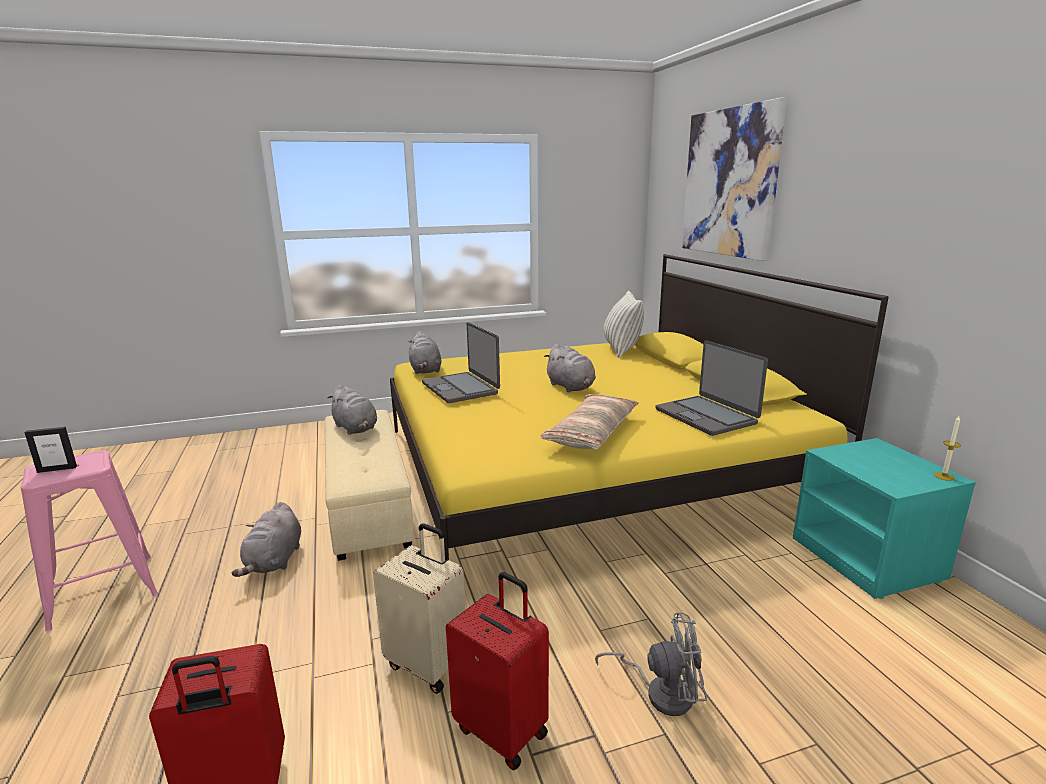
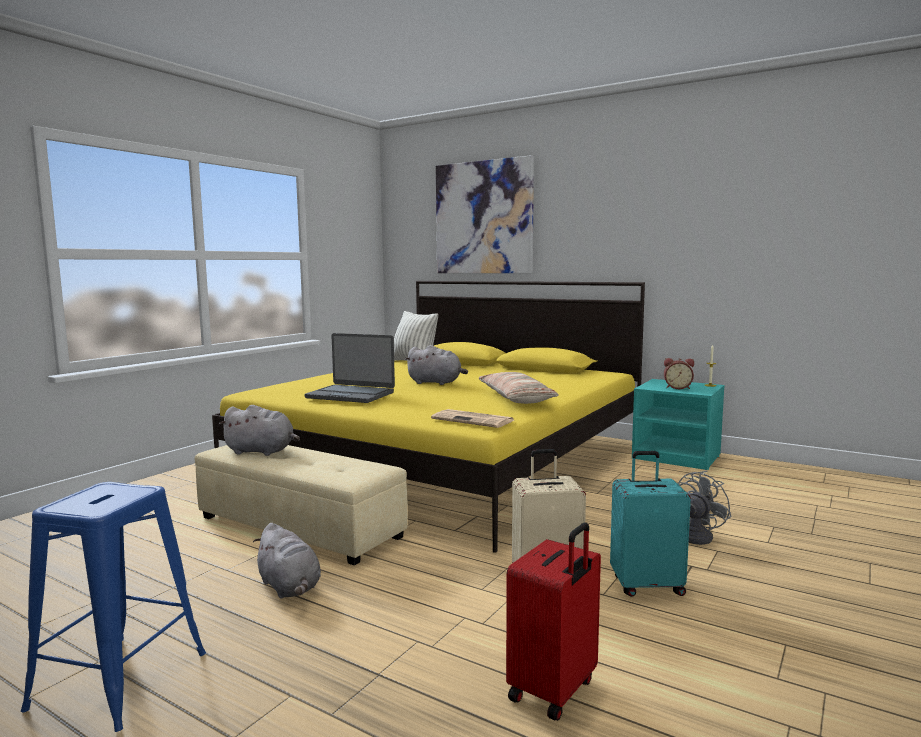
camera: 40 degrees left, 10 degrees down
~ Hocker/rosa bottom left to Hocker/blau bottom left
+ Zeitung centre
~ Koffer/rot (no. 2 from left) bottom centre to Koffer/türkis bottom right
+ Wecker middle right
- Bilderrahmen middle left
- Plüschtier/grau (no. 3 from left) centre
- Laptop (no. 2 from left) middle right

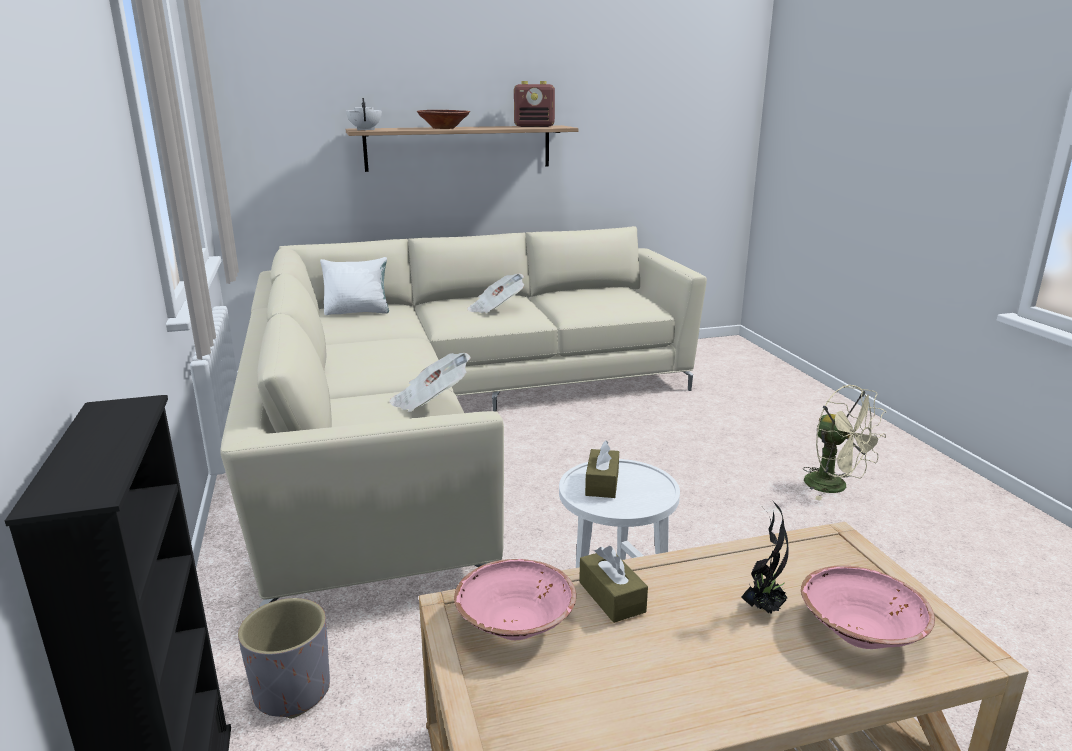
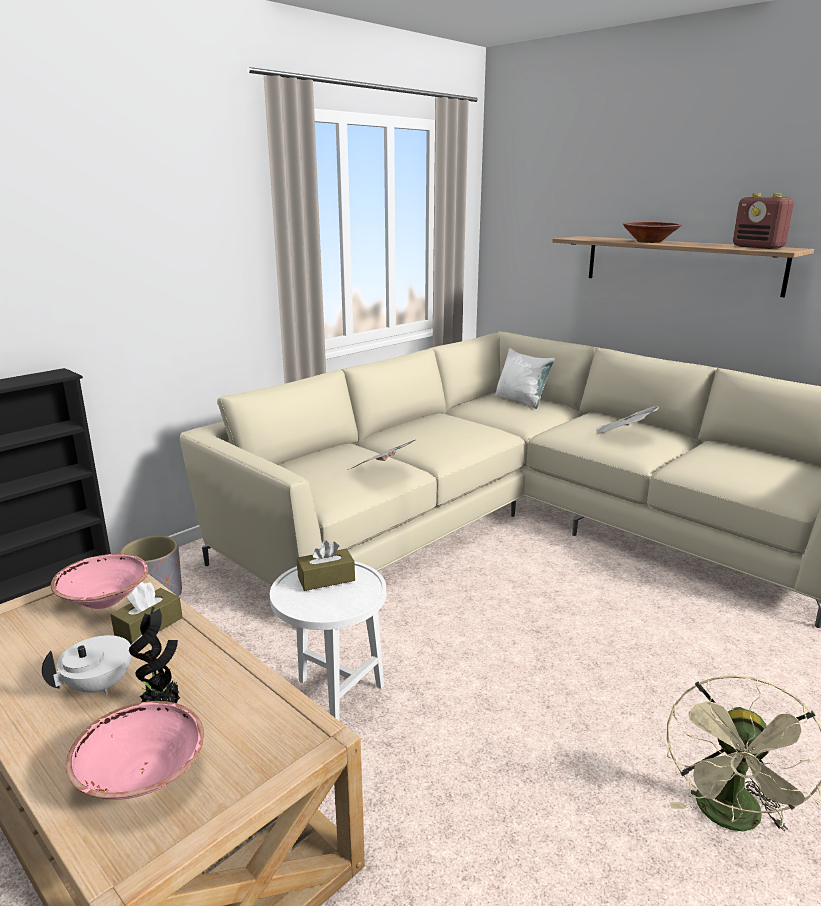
camera: 60 degrees right, 0 degrees up
~ Teekanne/weiß top centre to bottom left

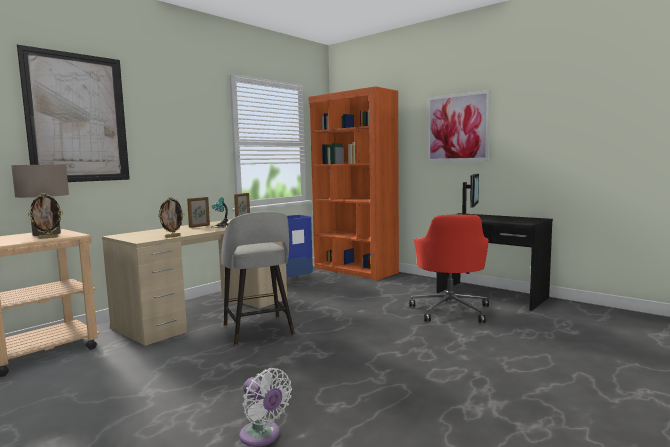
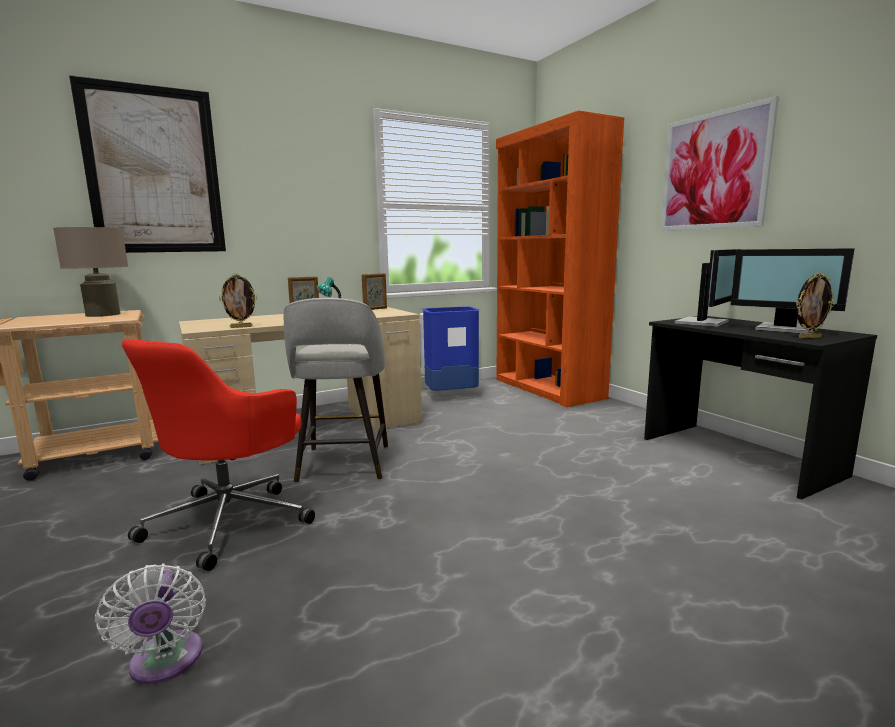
camera: 20 degrees right, 5 degrees up
~ Bürostuhl/rot middle right to middle left
+ Monitor (no. 2 from left) middle right
~ Bilderrahmen (no. 1 from left in the first image) middle left to Bilderrahmen (no. 4 from left) middle right

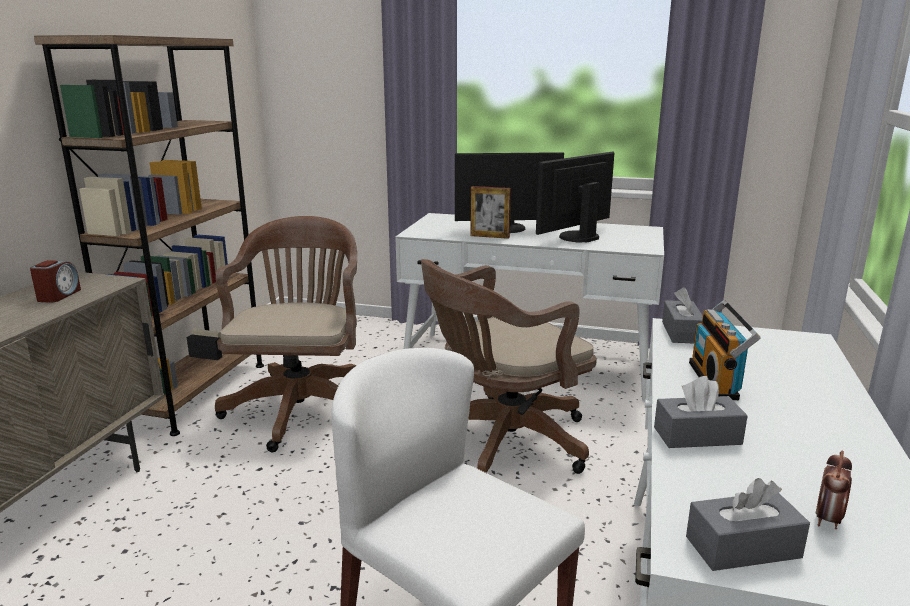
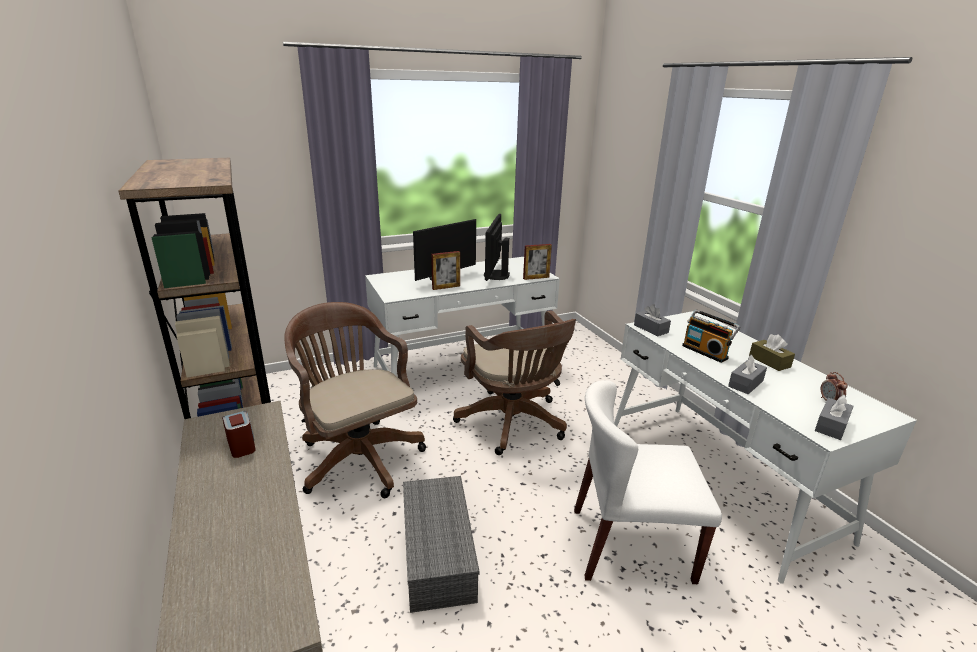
camera: 40 degrees left, 5 degrees up
+ Aufbewahrungsbox/grau bottom centre
~ Bürostuhl/braun (no. 2 from left) centre = centre 45 degrees counterclockwise
+ Bilderrahmen (no. 2 from left) centre
+ Taschentuchbox/braun middle right

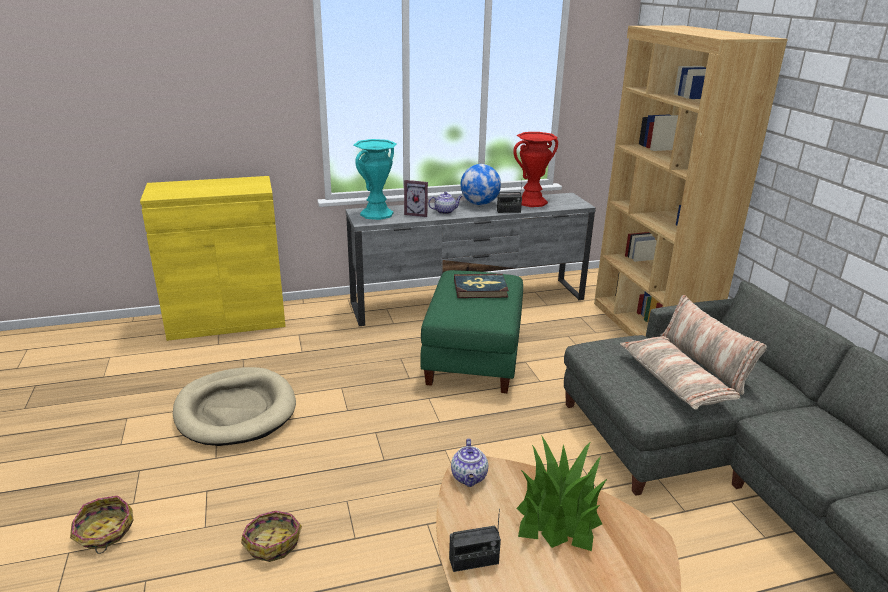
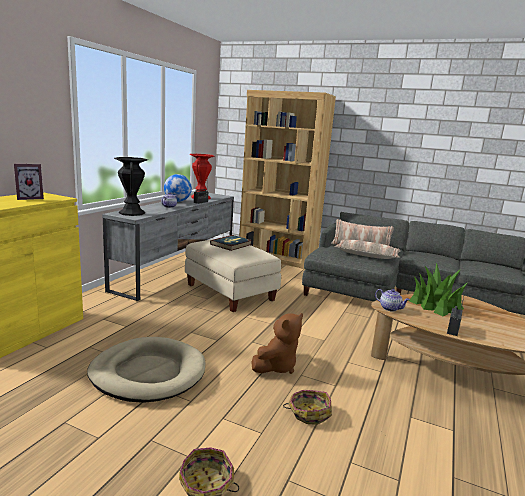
camera: 50 degrees left, 10 degrees down
~ Bilderrahmen centre to middle left
~ Vase/türkis top centre to Vase/schwarz middle left
~ Polsterhocker/grün centre to Polsterhocker/beige centre
+ Plüschtier/braun bottom centre

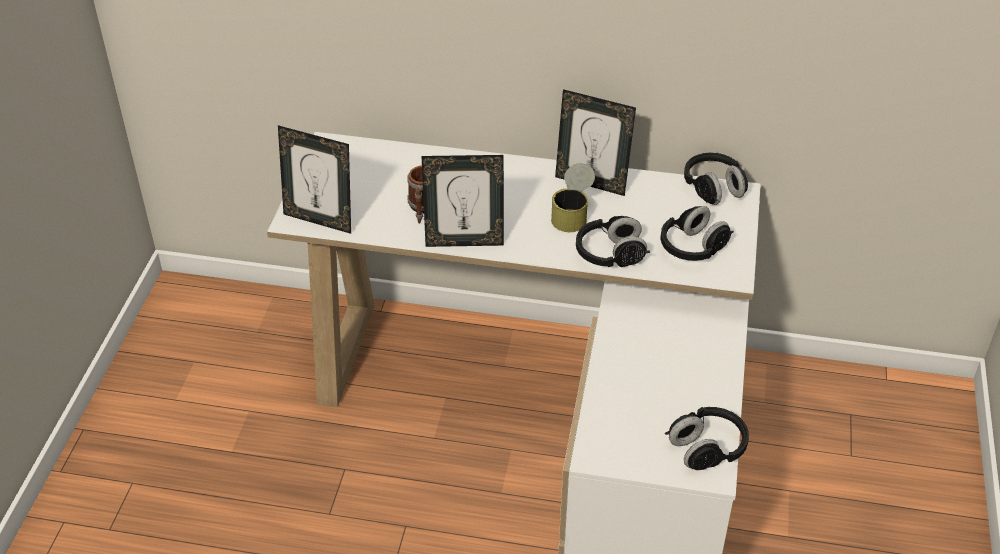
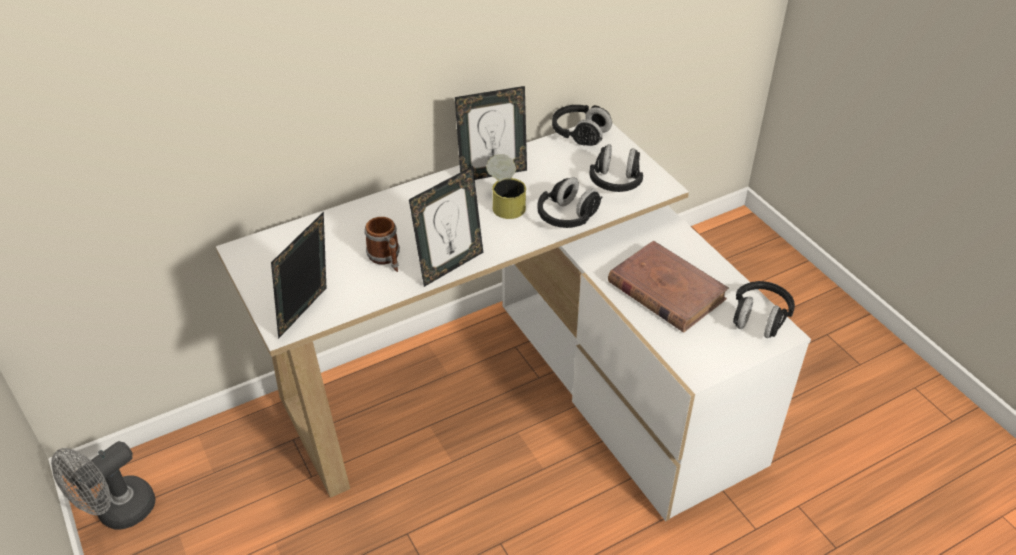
camera: 40 degrees left, 0 degrees up
+ Ventilator/grau bottom left
~ Bilderrahmen (no. 1 from left) top left = middle left 135 degrees clockwise
+ Buch/braun centre

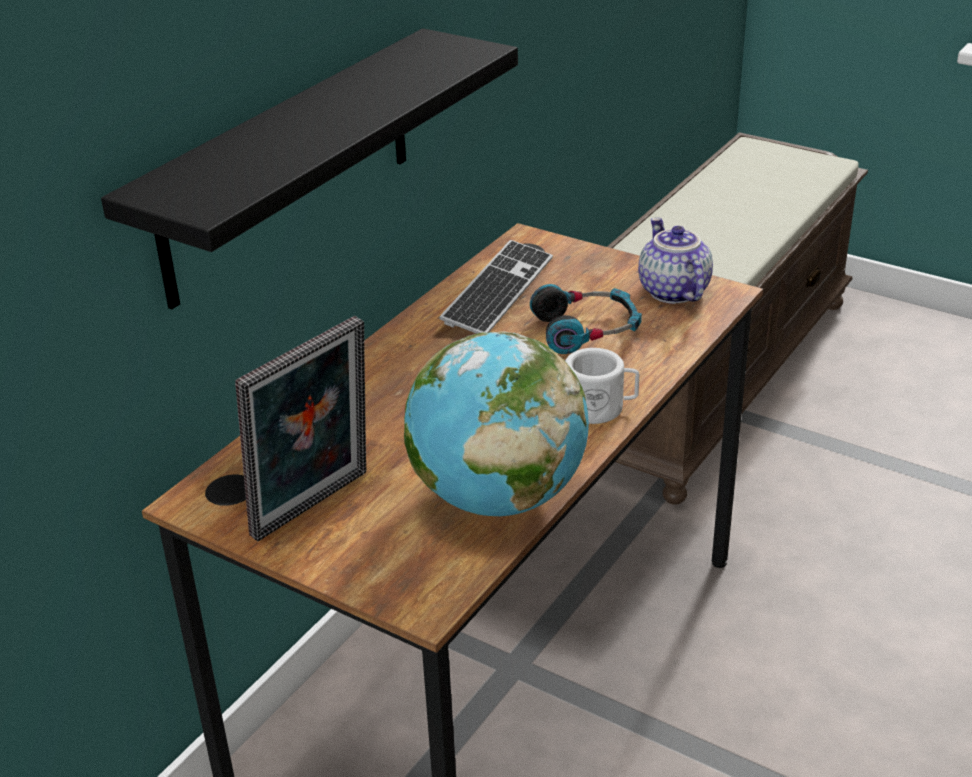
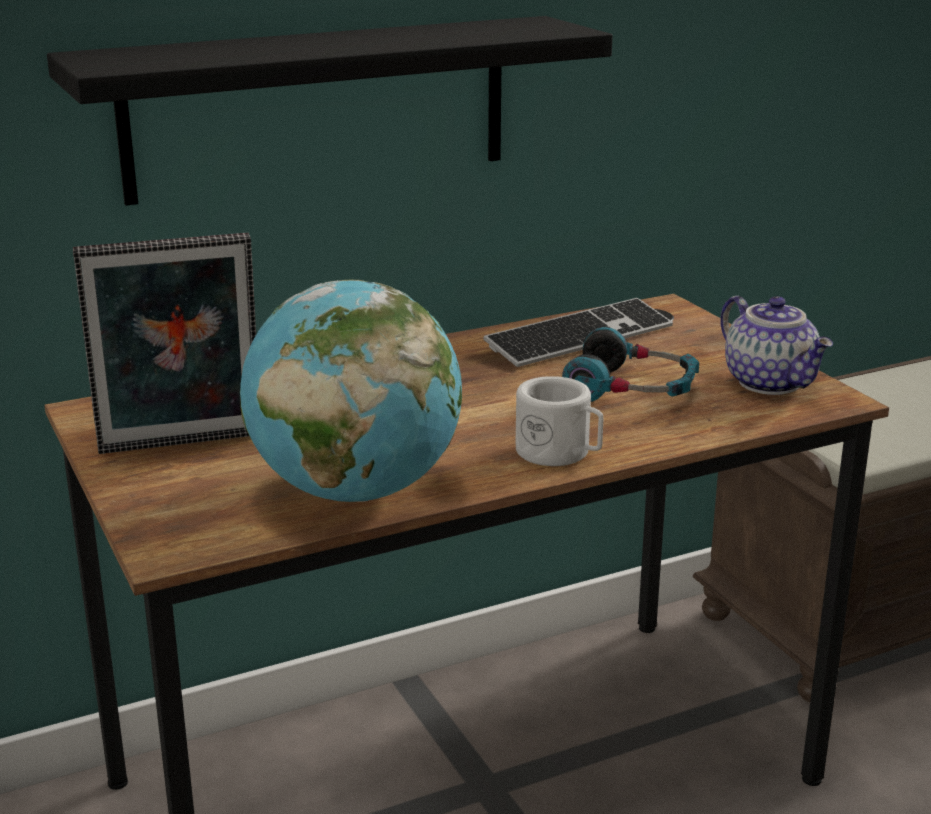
camera: 30 degrees right, 10 degrees down
~ Teekanne middle right = middle right 135 degrees clockwise

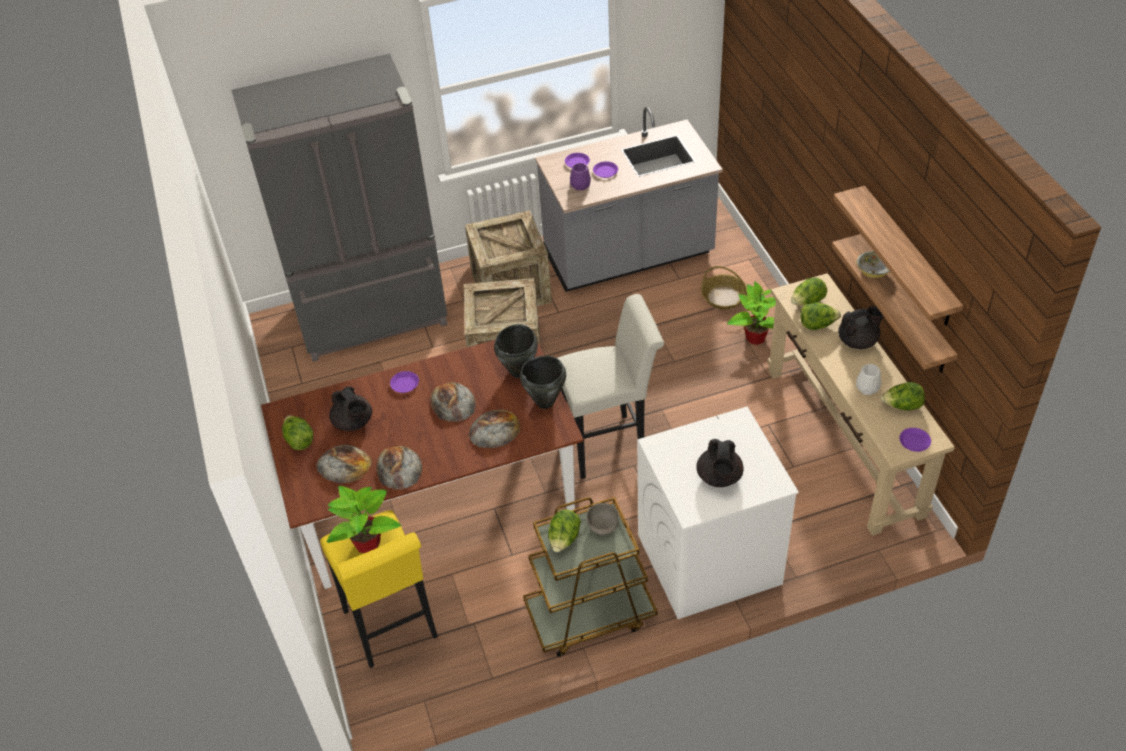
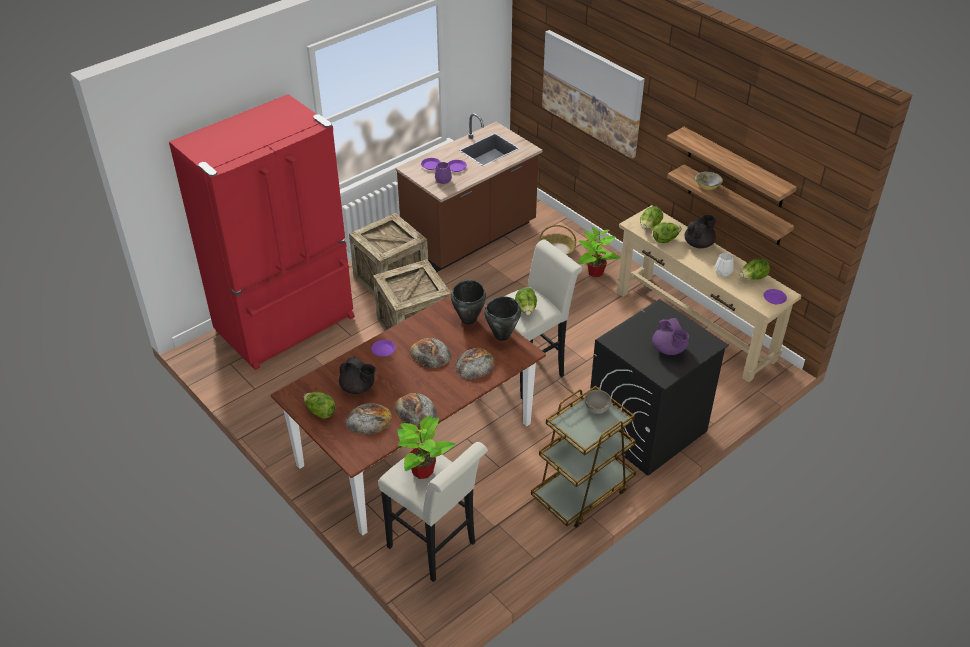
camera: 25 degrees left, 5 degrees down
~ Kühlschrank/grau top left to Kühlschrank/rot middle left
~ Hocker/gelb bottom centre to Hocker/weiß (no. 1 from left) bottom centre
~ Küchenzeile/grau top centre to Küchenzeile/braun top centre
~ Salatkopf (no. 2 from left) bottom centre to centre
+ Bild top centre
~ Waschmaschine/weiß bottom centre to Waschmaschine/schwarz middle right
~ Teekanne/schwarz (no. 2 from left) centre to Teekanne/lila middle right

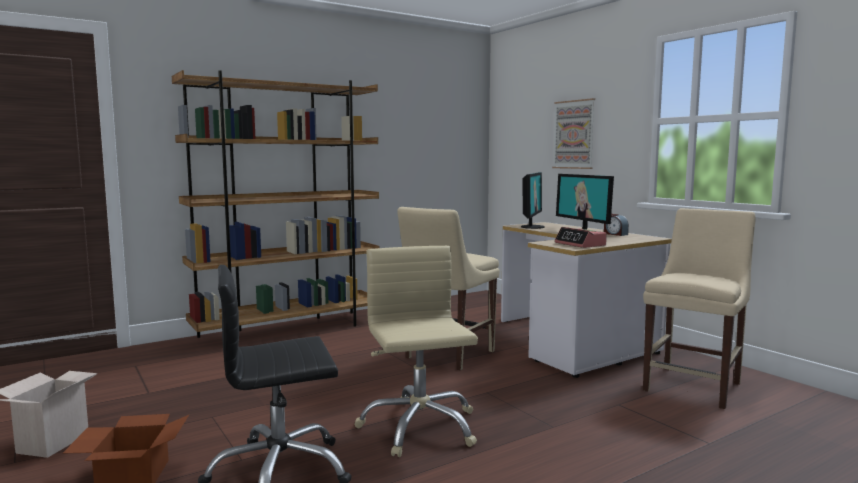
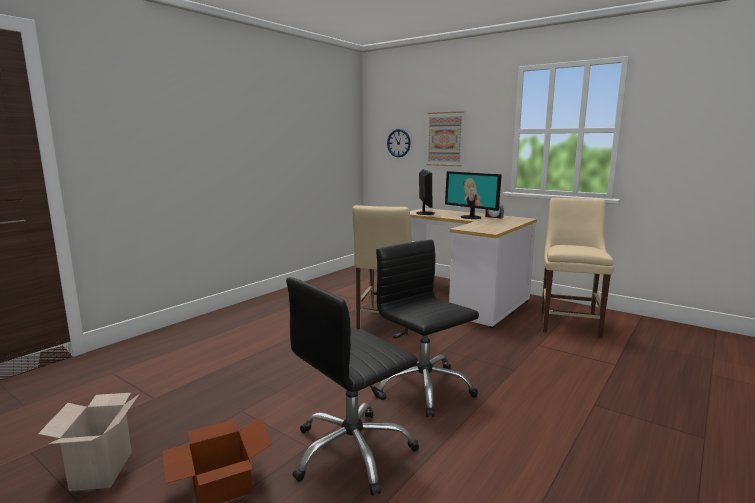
camera: 20 degrees left, 5 degrees up
~ Bürostuhl/beige bottom centre to Bürostuhl/schwarz (no. 2 from left) centre
+ Wanduhr top centre
- Bücherregal/braun middle left
- Wecker (no. 1 from left) middle right

